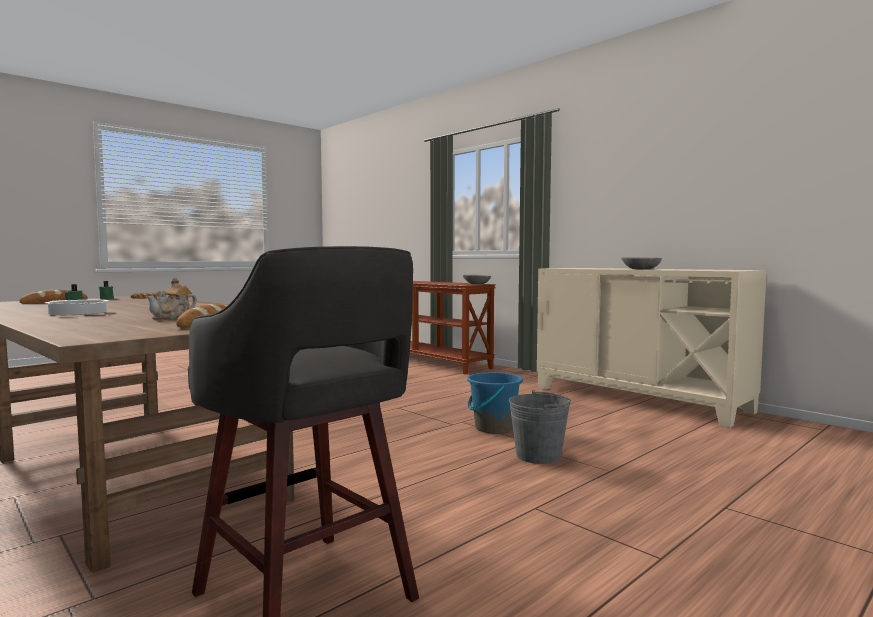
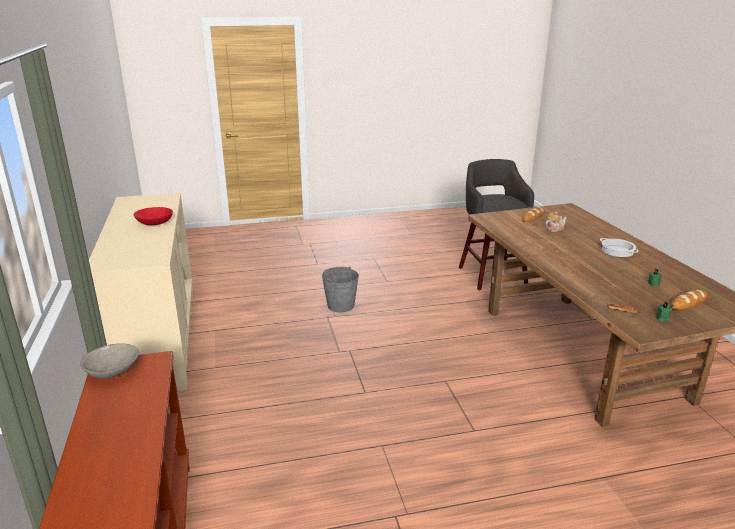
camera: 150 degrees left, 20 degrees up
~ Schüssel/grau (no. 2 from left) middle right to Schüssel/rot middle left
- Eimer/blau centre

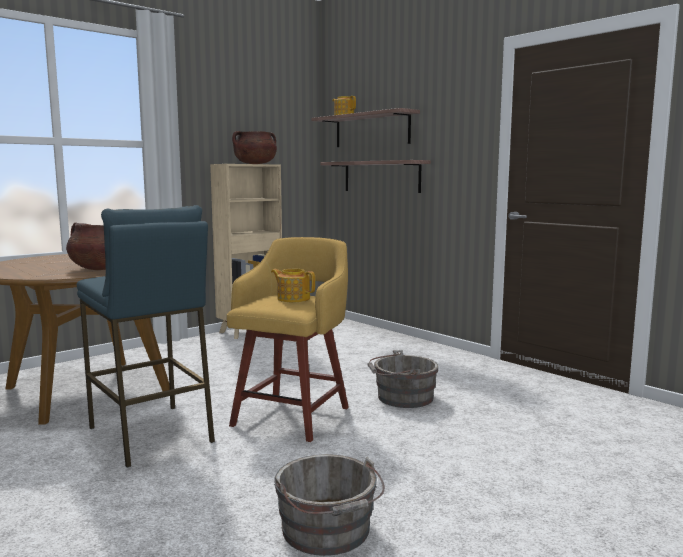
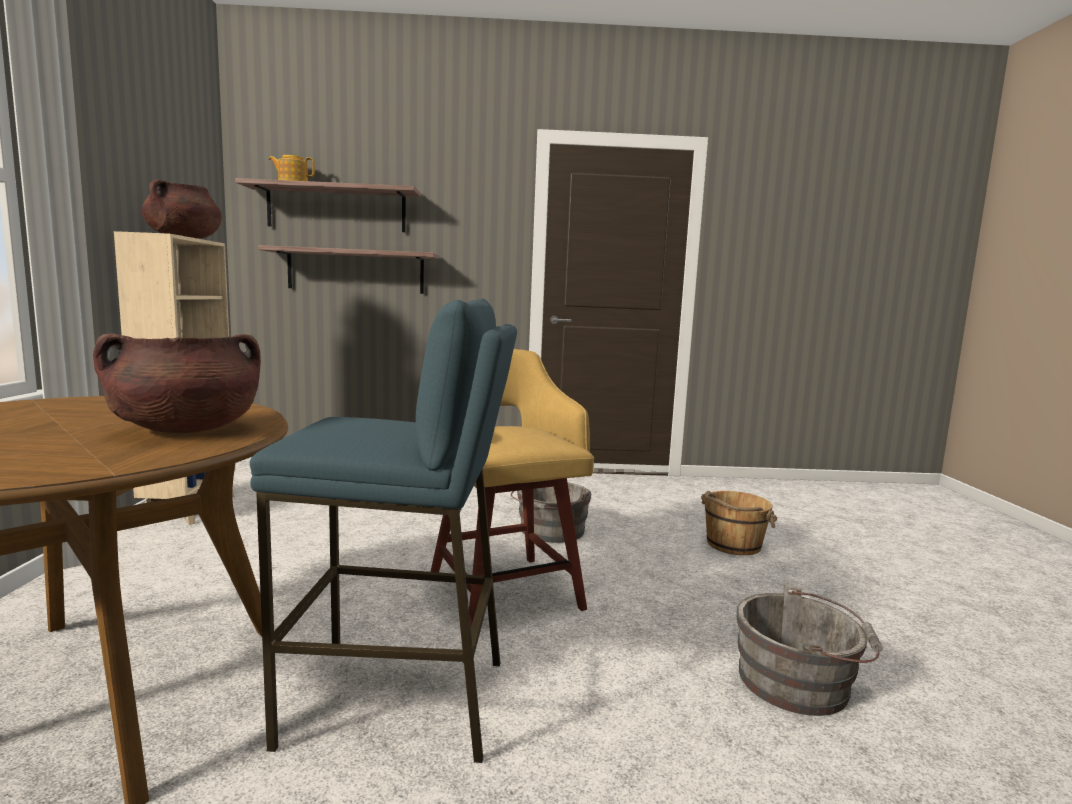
camera: 50 degrees left, 0 degrees up
+ Eimer/braun middle right
- Teekanne (no. 1 from left) centre

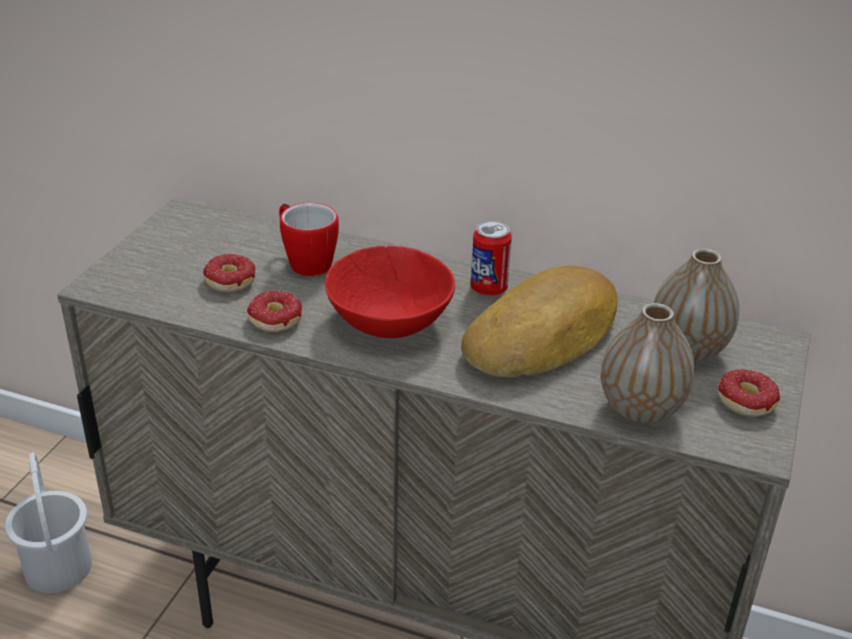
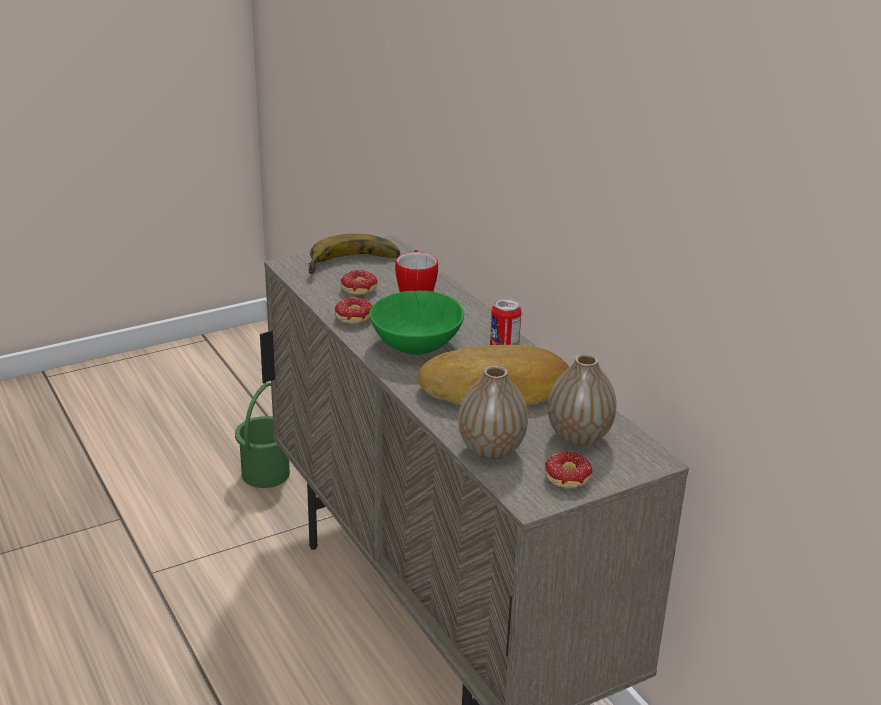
camera: 40 degrees right, 5 degrees down
~ Eimer/weiß bottom left to Eimer/grün middle left
+ Banane centre
~ Schüssel/rot centre to Schüssel/grün centre

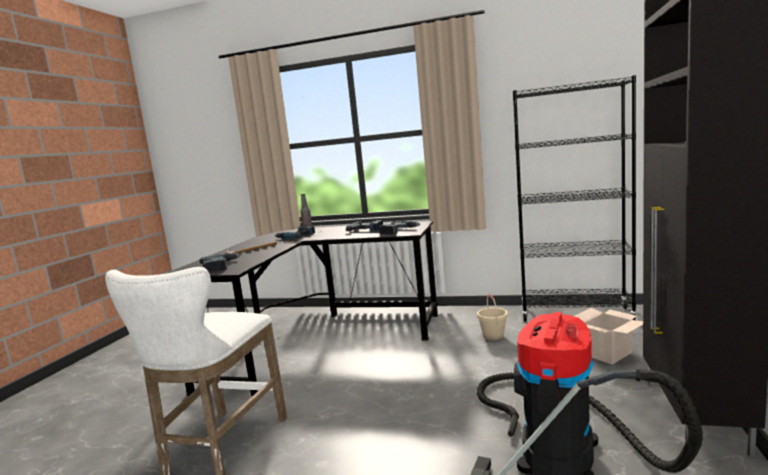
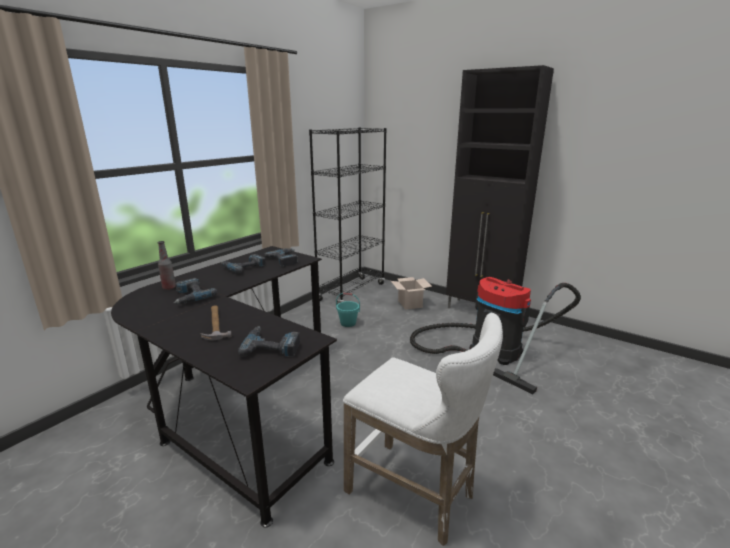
camera: 70 degrees left, 10 degrees up
~ Eimer/beige bottom centre to Eimer/türkis centre

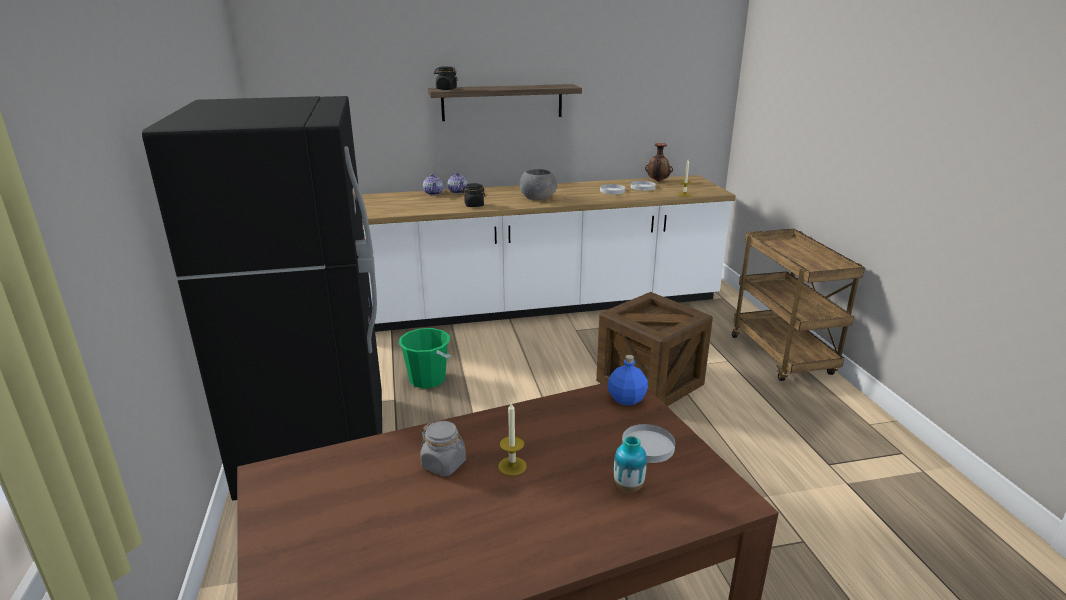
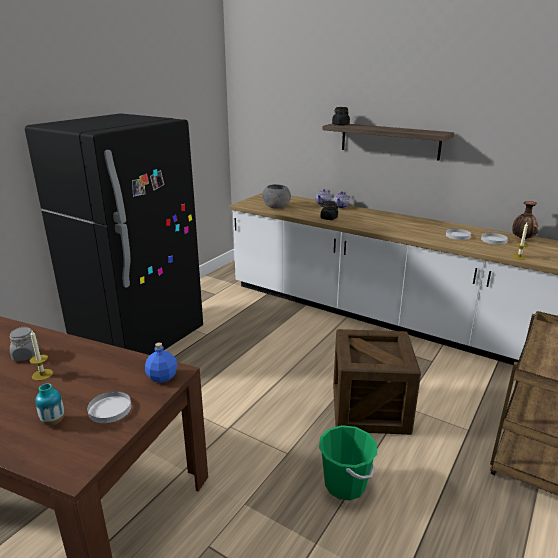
camera: 45 degrees right, 0 degrees up
~ Schüssel/grau top centre to centre
~ Eimer/grün centre to bottom centre

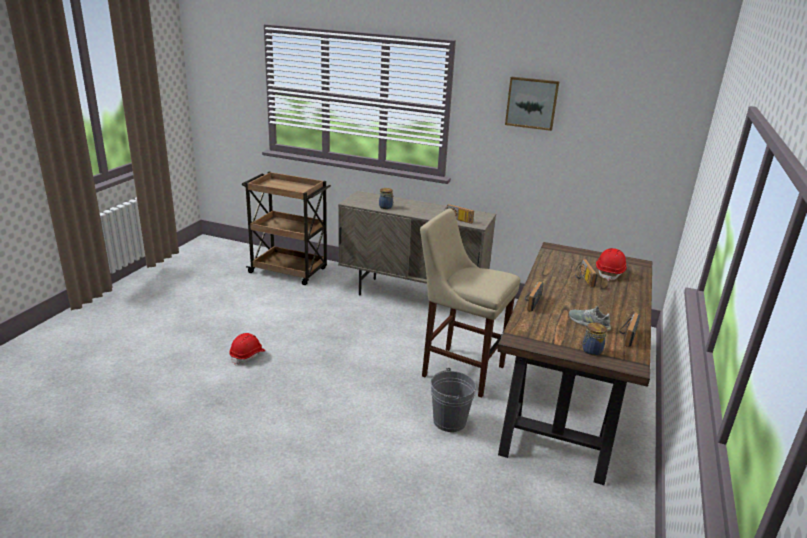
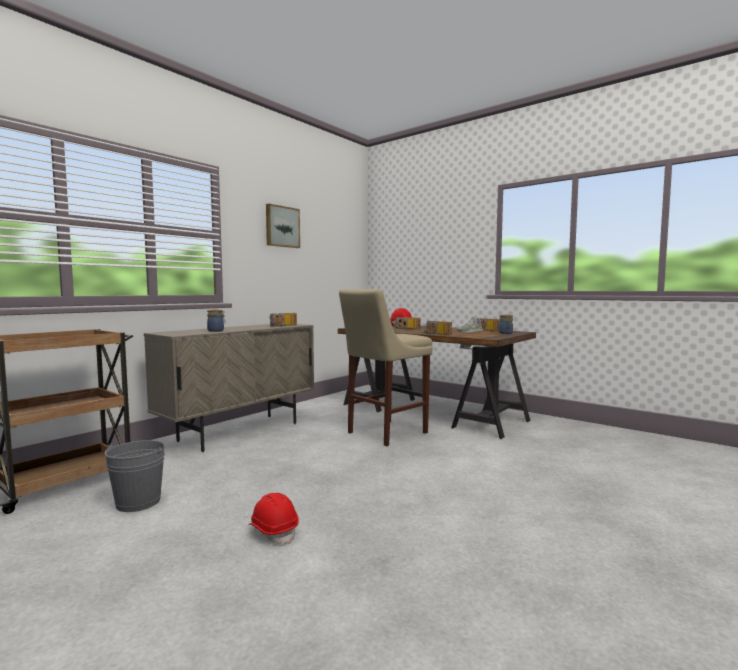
camera: 70 degrees left, 20 degrees down
~ Eimer/grau bottom centre to bottom left

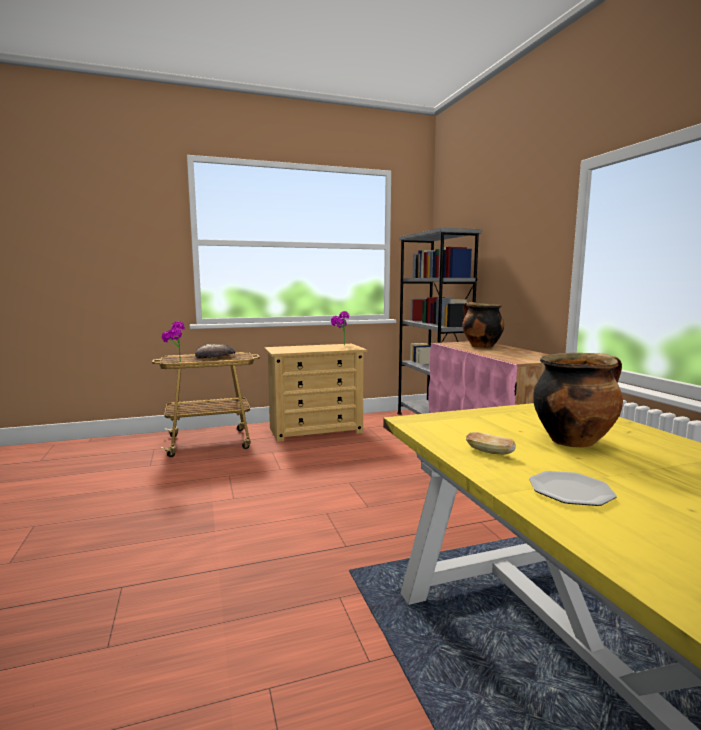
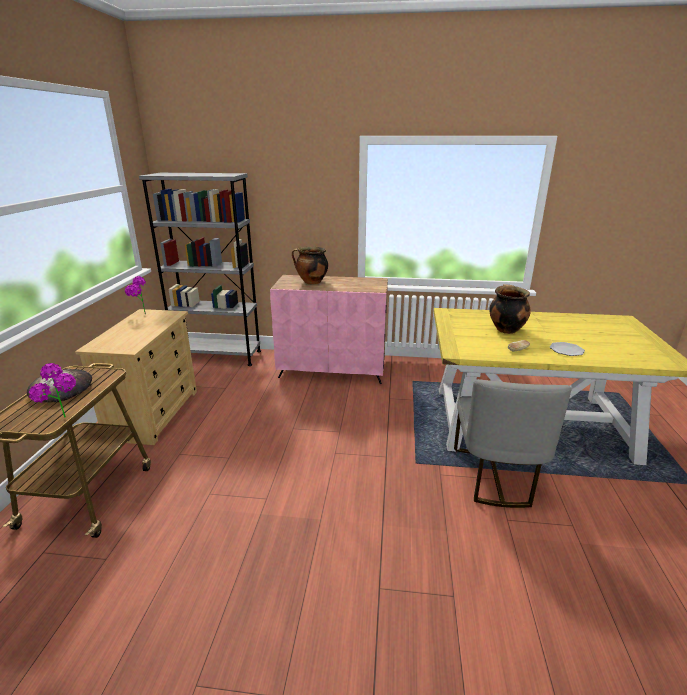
camera: 65 degrees left, 15 degrees up
+ Stuhl/grau middle right

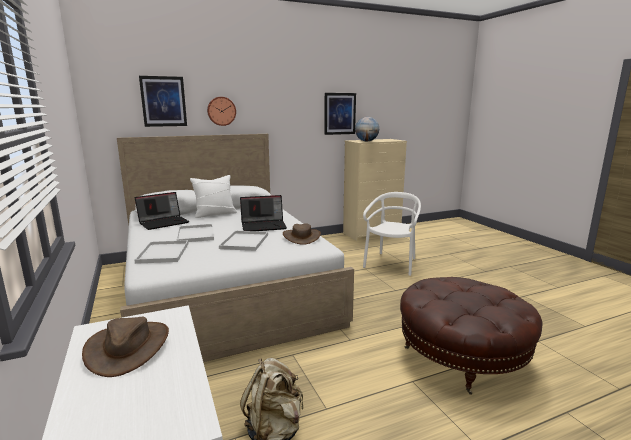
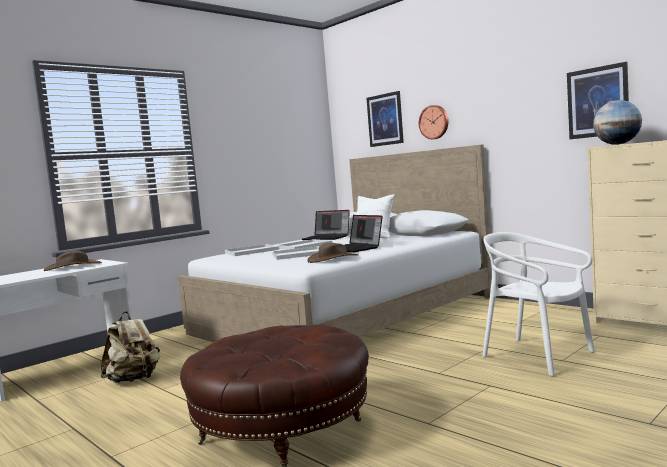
camera: 70 degrees right, 10 degrees down
~ Stuhl/weiß centre = middle right 135 degrees counterclockwise

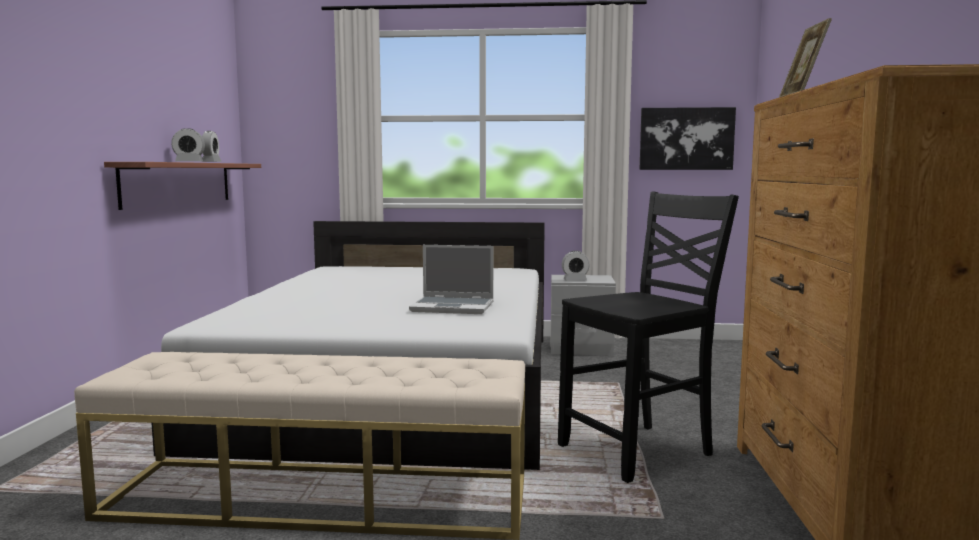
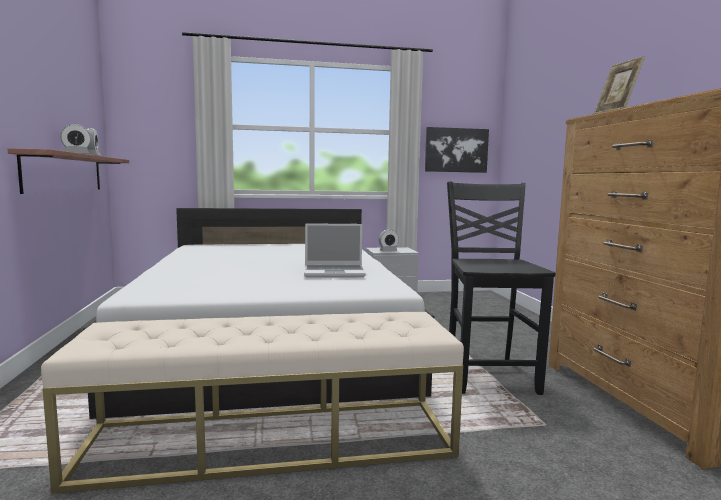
camera: 15 degrees left, 0 degrees up
~ Stuhl/schwarz centre = middle right 45 degrees counterclockwise

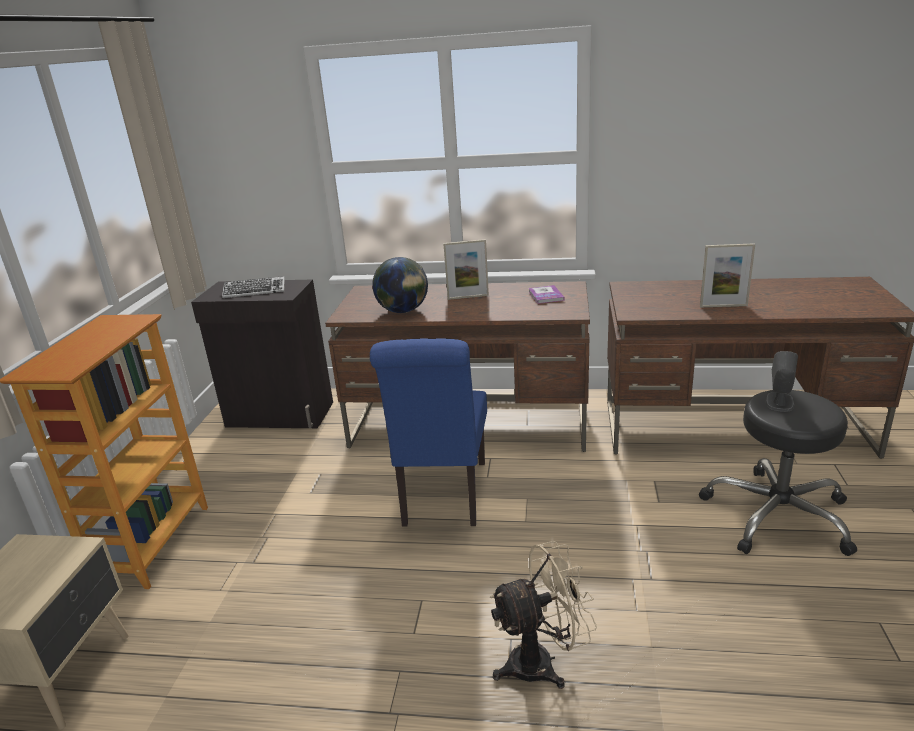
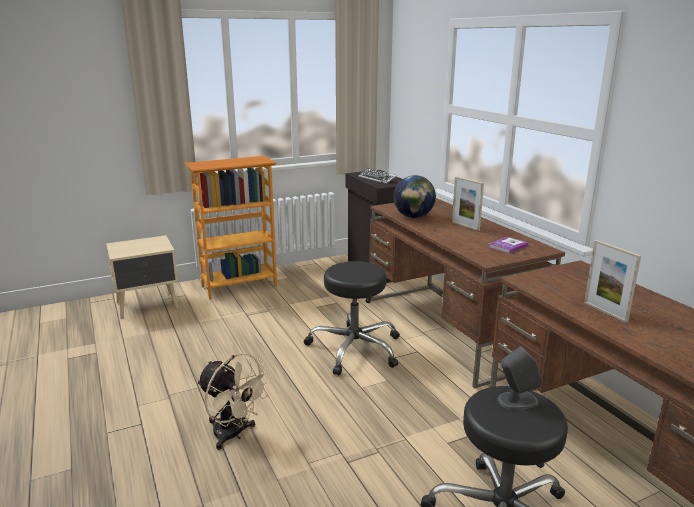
camera: 55 degrees right, 5 degrees down
~ Stuhl/blau centre to Hocker/schwarz (no. 1 from left) centre

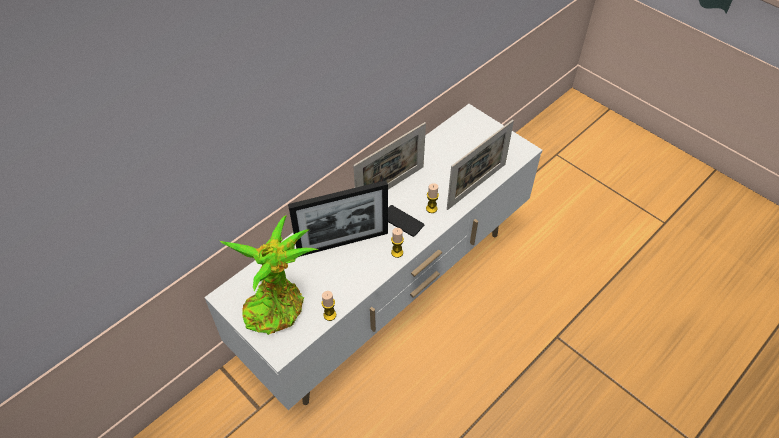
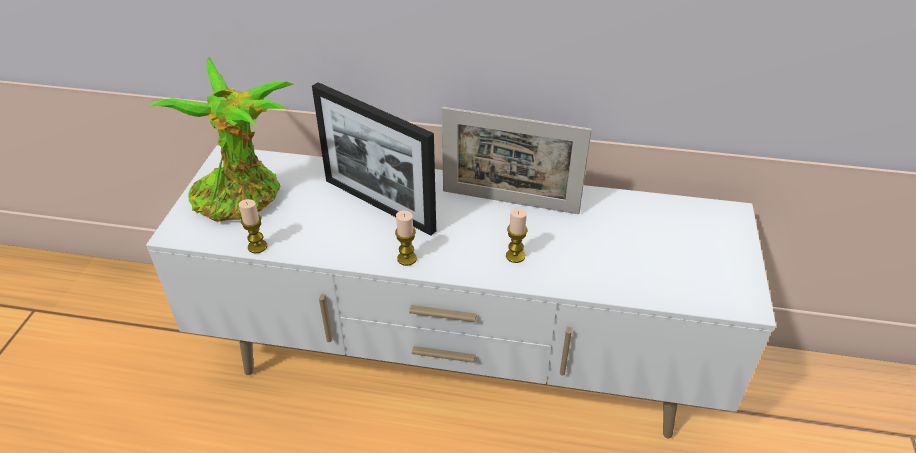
camera: 55 degrees right, 10 degrees down
- Handy centre
- Bilderrahmen (no. 3 from left) centre

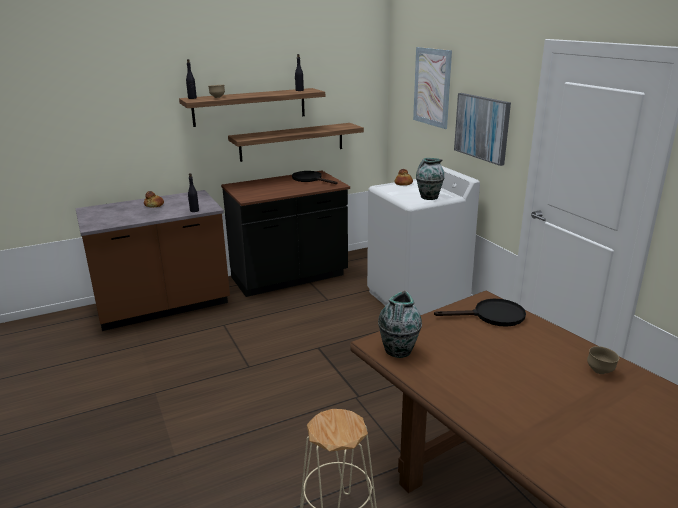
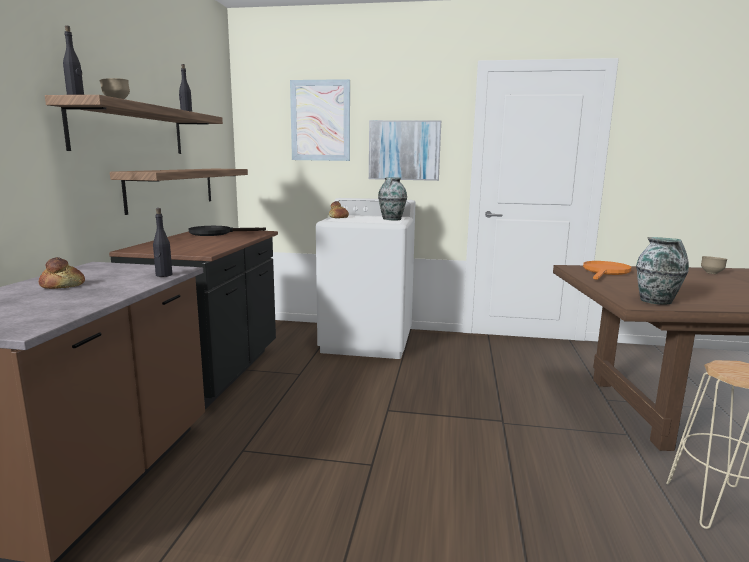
camera: 55 degrees left, 10 degrees down
~ Pfanne/schwarz (no. 2 from left) middle right to Pfanne/orange middle right

